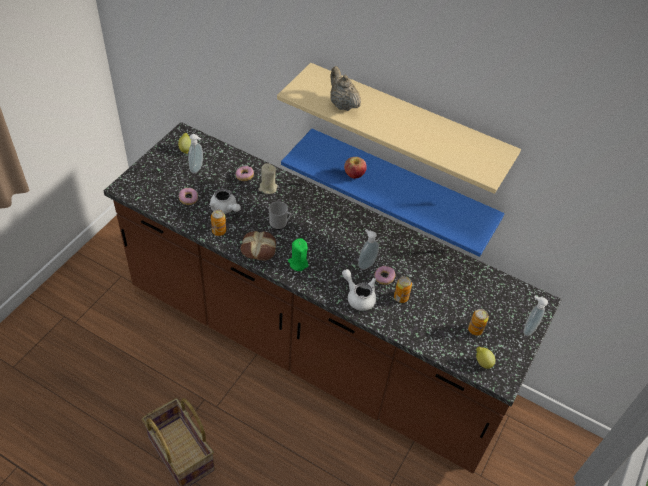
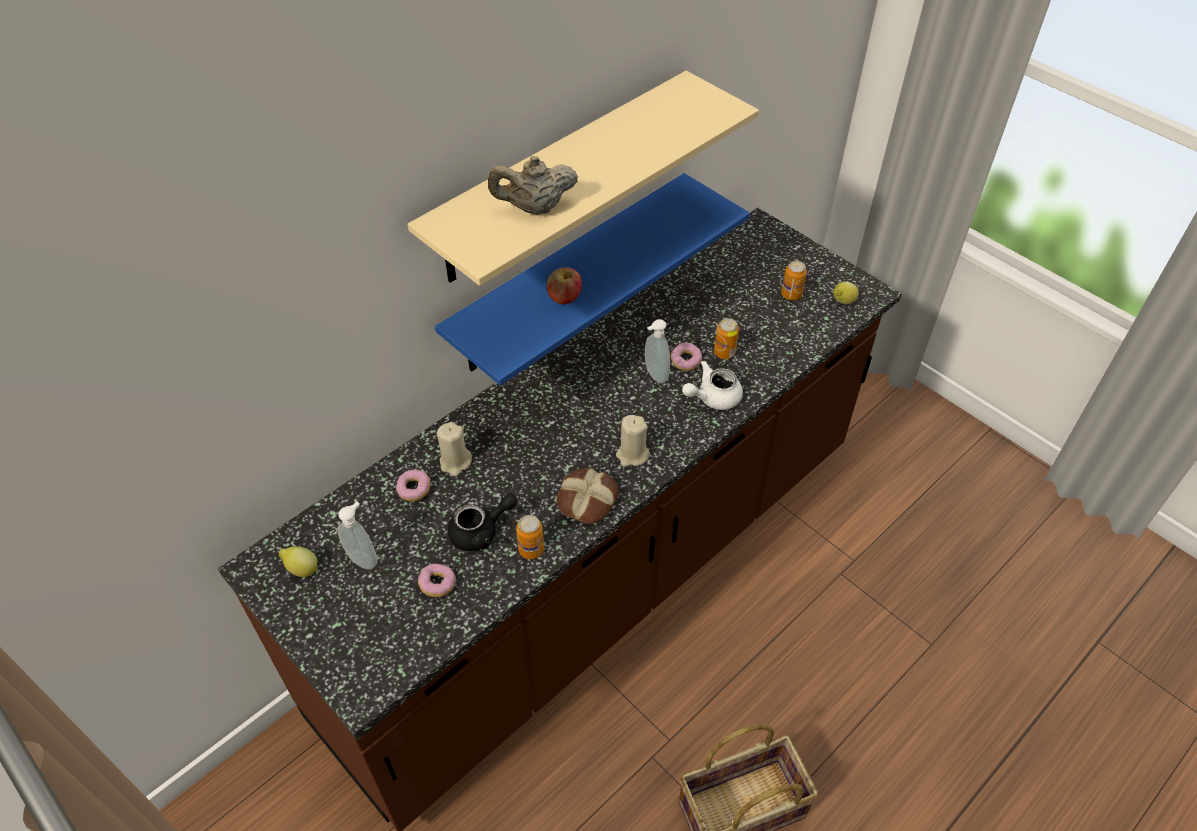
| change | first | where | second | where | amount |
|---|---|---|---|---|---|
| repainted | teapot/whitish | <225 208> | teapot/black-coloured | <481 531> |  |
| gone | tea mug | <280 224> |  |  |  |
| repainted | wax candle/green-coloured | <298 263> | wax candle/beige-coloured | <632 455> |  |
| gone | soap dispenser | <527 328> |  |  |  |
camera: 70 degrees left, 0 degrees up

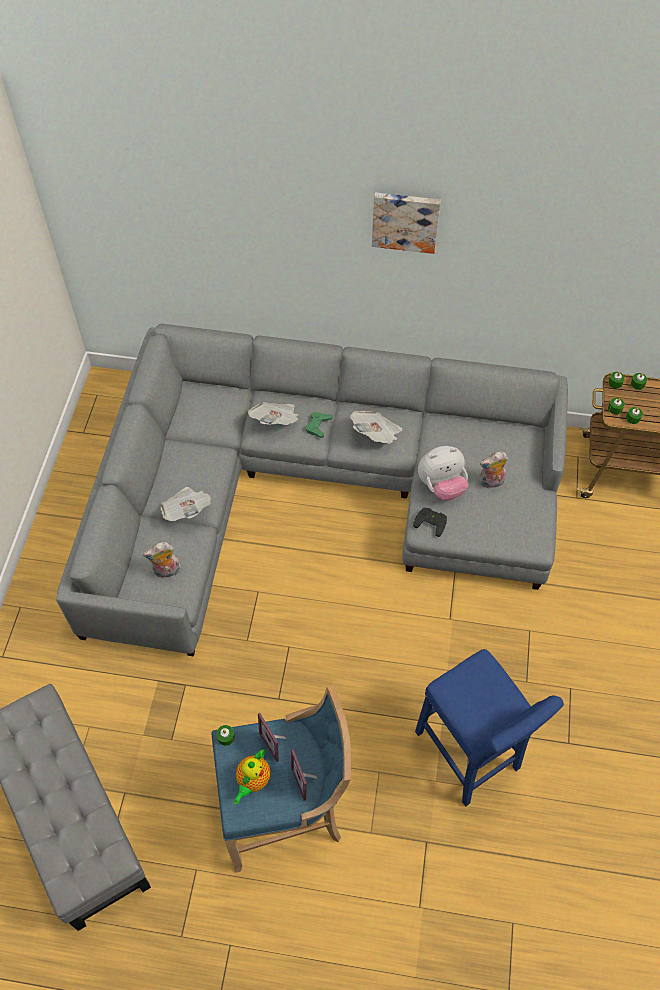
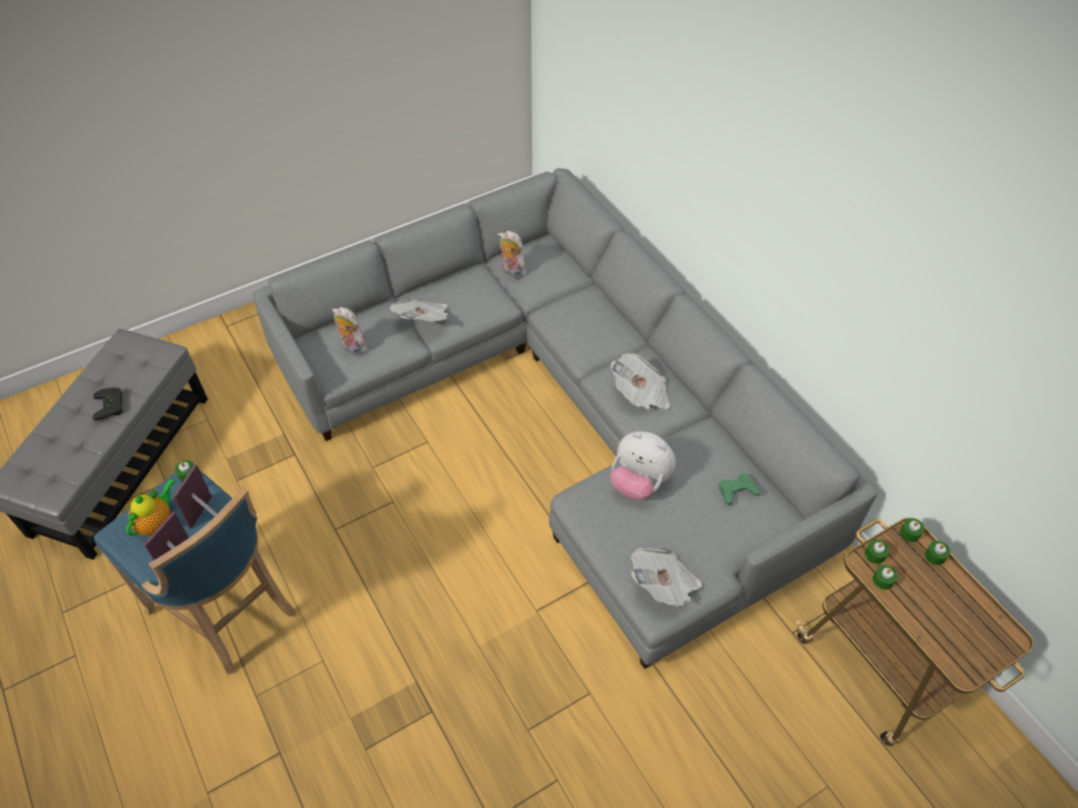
| change | first | where | second | where | amount |
|---|---|---|---|---|---|
| rotated | teapot | <252 781> |  | <157 522> | 135 degrees clockwise |
| shifted | daily paper | <276 421> |  | <664 585> |  |
| shifted | gamepad/green-coloured | <318 426> |  | <737 491> |  |
| gone | picture | <405 221> |  |  |  |
| shifted | gamepad/black-coloured | <431 521> |  | <111 405> |  |
| gone | sitting stool/blue | <469 756> |  |  |  |
| shifted | soft toy | <491 483> |  | <511 272> |  |
camera: 50 degrees right, 5 degrees down

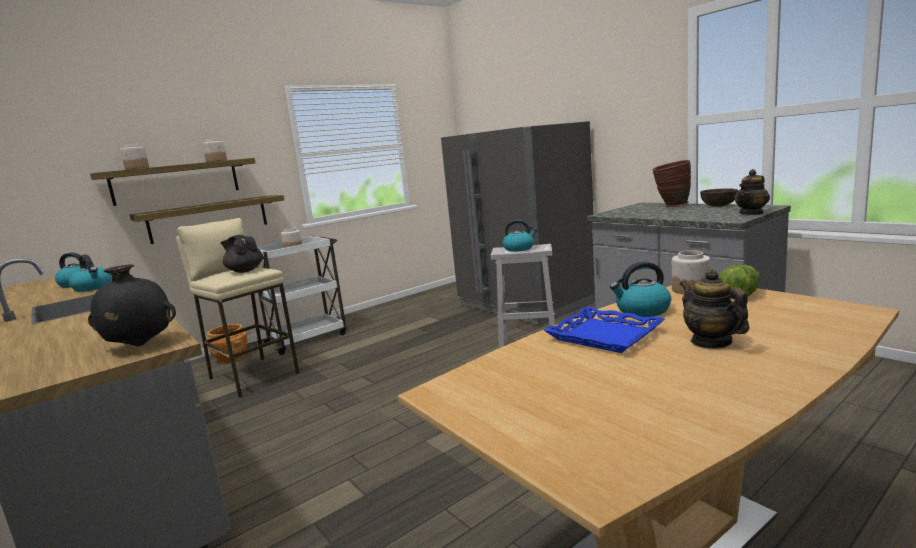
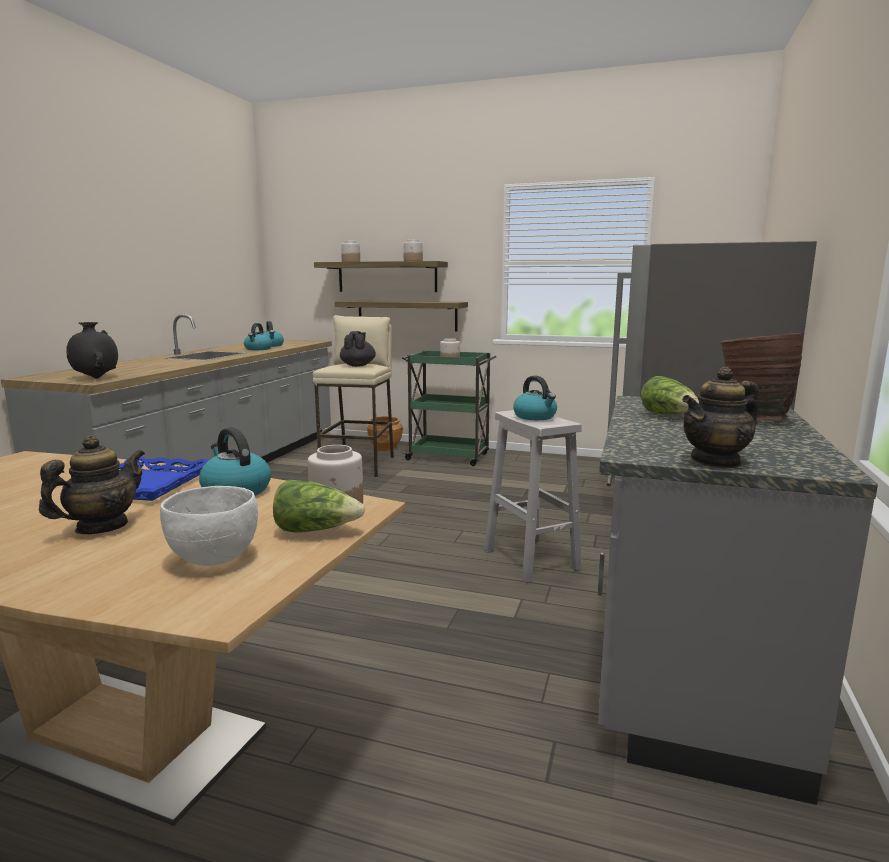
| change | first | where | second | where | amount |
|---|---|---|---|---|---|
| repainted | wheeled cart/whitish | <308 339> | wheeled cart/green-coloured | <449 457> |  |
| gone | serving bowl/brownish | <718 206> |  |  |  |
| rotated | teapot | <751 213> |  | <716 461> | 45 degrees counterclockwise |
| new |  |  | serving bowl/whitish | <215 558> |  |
| new |  |  | lettuce | <669 416> |  |
camera: 55 degrees right, 0 degrees up

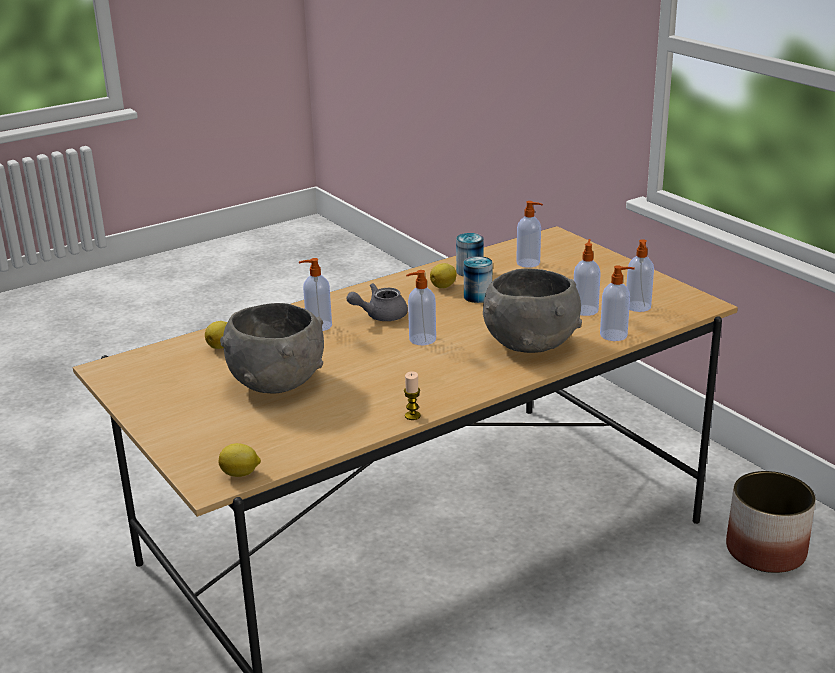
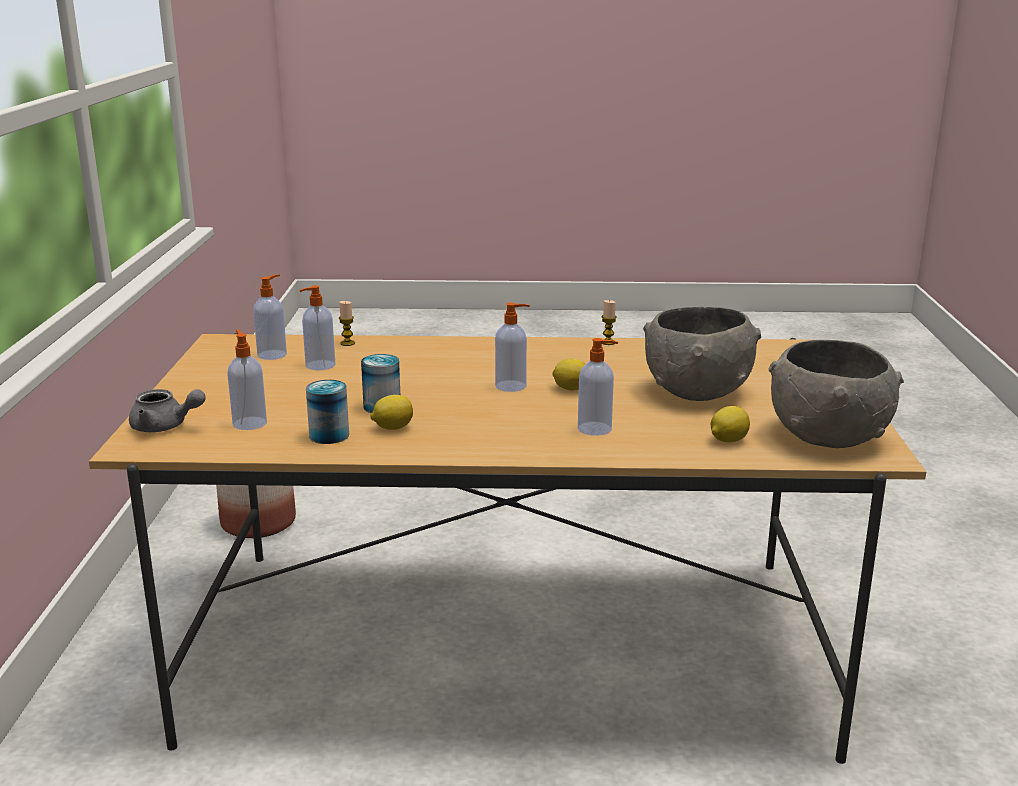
| change | first | where | second | where | amount |
|---|---|---|---|---|---|
| shifted | citrus fruit | <240 474> |  | <570 388> |  |
| shifted | teapot/grey | <380 316> |  | <165 427> |  |
| shifted | serving bowl/grey | <530 344> |  | <828 438> |  |
| swapped | soap dispenser | <614 335> | wax candle | <347 343> |  |
camera: 145 degrees left, 5 degrees down

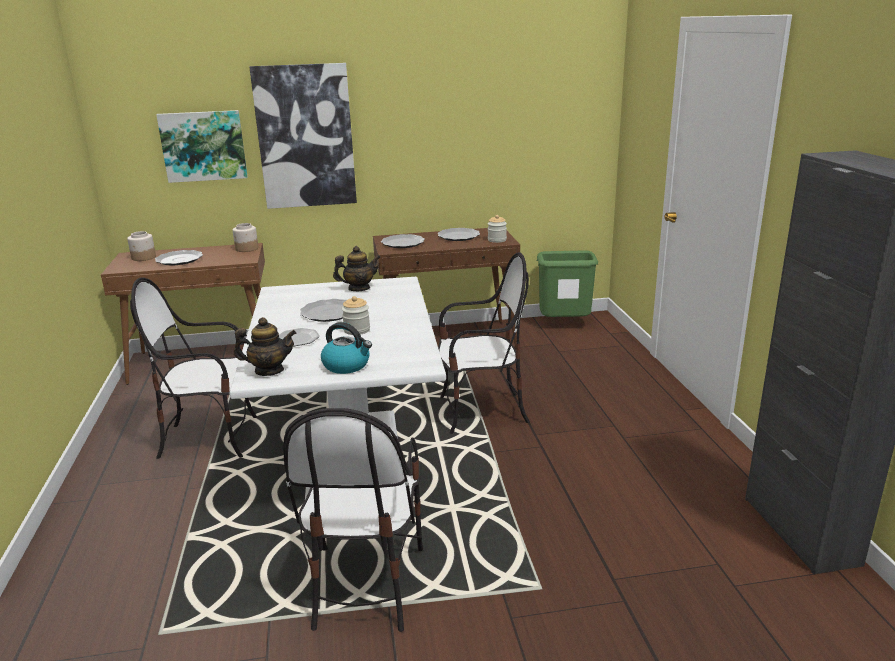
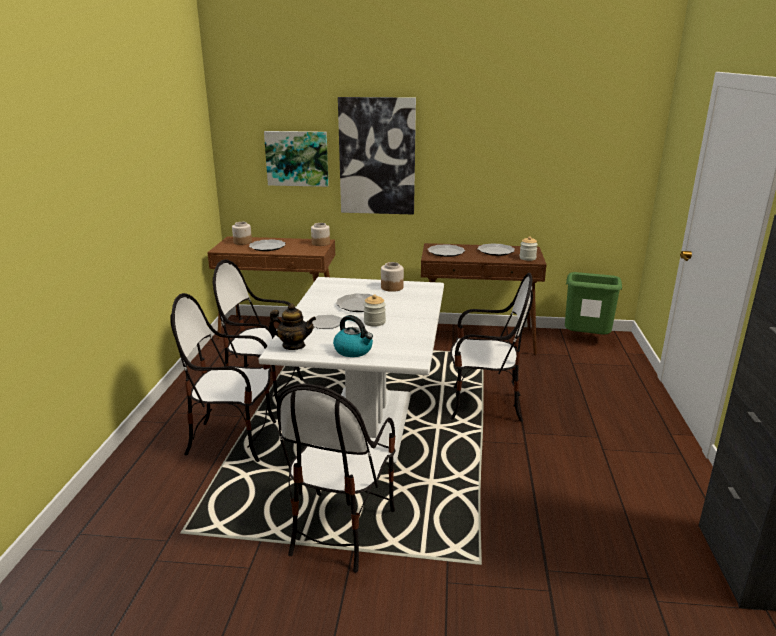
| change | first | where | second | where | amount |
|---|---|---|---|---|---|
| swapped | teapot | <358 288> | storage jar | <391 287> |  |
| new |  |  | chair | <233 439> |  |
camera: 15 degrees right, 0 degrees up

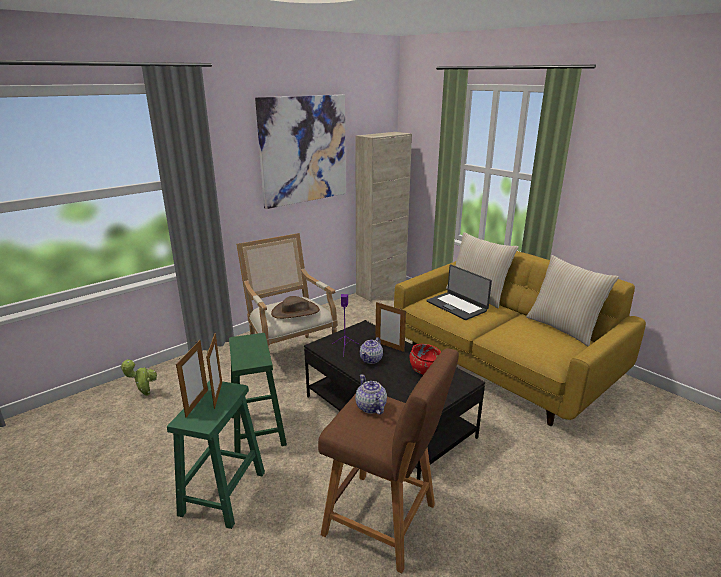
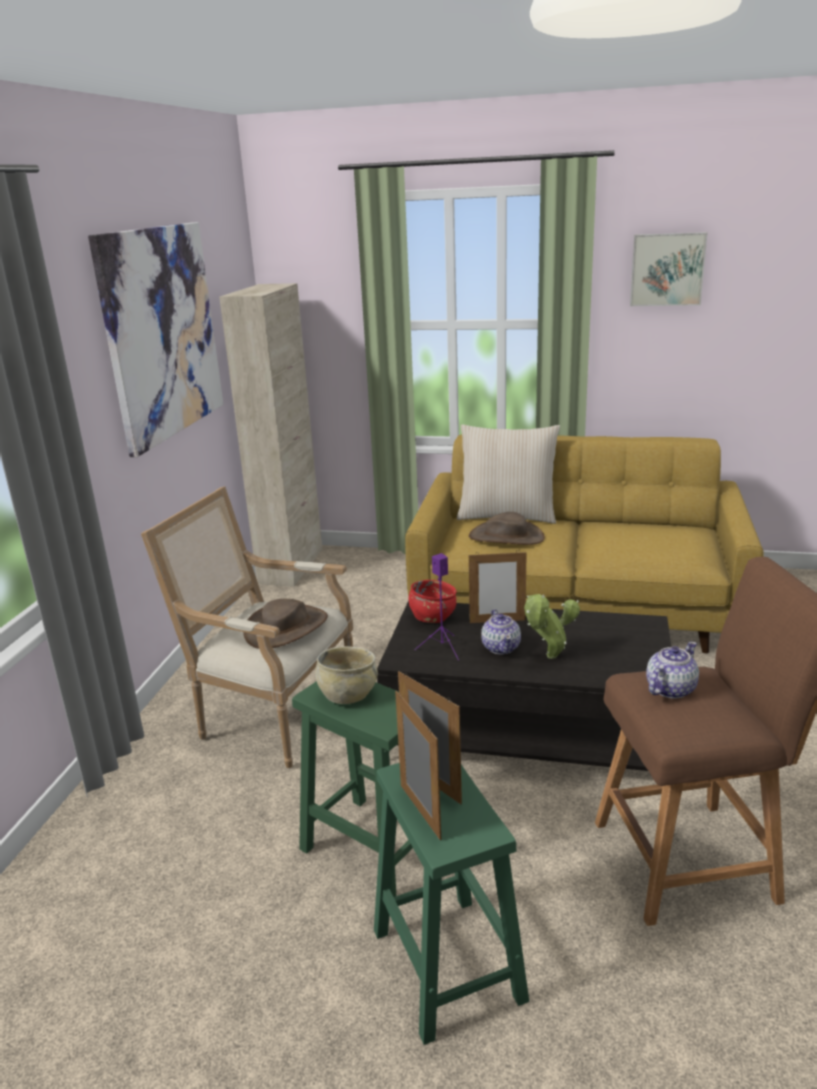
| change | first | where | second | where | amount |
|---|---|---|---|---|---|
| shifted | potted plant | <145 394> |  | <549 658> |  |
| rotated | teapot | <370 407> |  | <669 689> | 105 degrees clockwise |
| shifted | serving bowl/reddish | <424 370> |  | <432 617> |  |
| swapped | laptop | <457 306> | hat/brownish | <506 537> |  |
| gone | pillow/beige-coloured | <563 328> |  |  |  |
| new |  |  | serving bowl/beige-coloured | <348 694> |  |
| new |  |  | picture | <667 269> |  |
camera: 35 degrees left, 0 degrees up

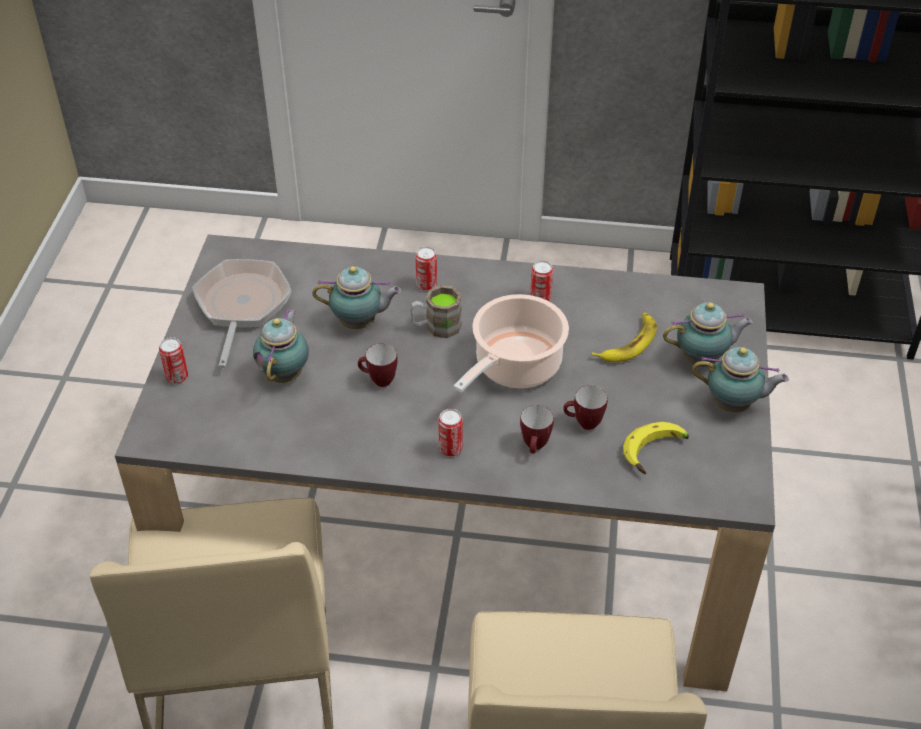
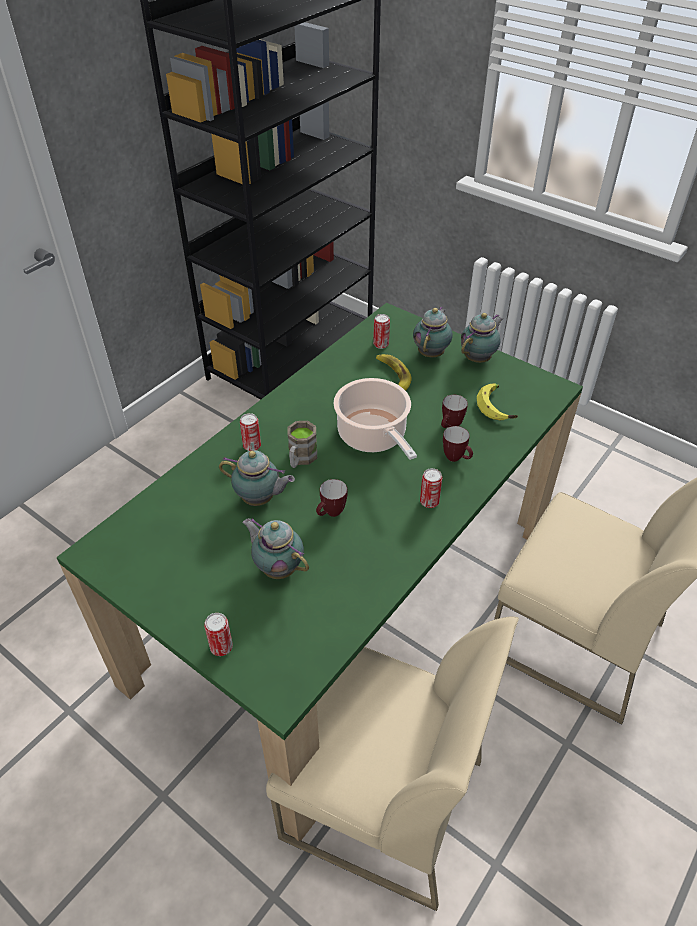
| change | first | where | second | where | amount |
|---|---|---|---|---|---|
| repainted | dinner table/grey | <460 538> | dinner table/green-coloured | <349 598> |  |
| gone | frying pan | <241 307> |  |  |  |
| rotated | teapot | <360 323> |  | <260 499> | 75 degrees clockwise |
| shifted | metal can | <540 299> |  | <381 344> |  |
camera: 60 degrees left, 0 degrees up

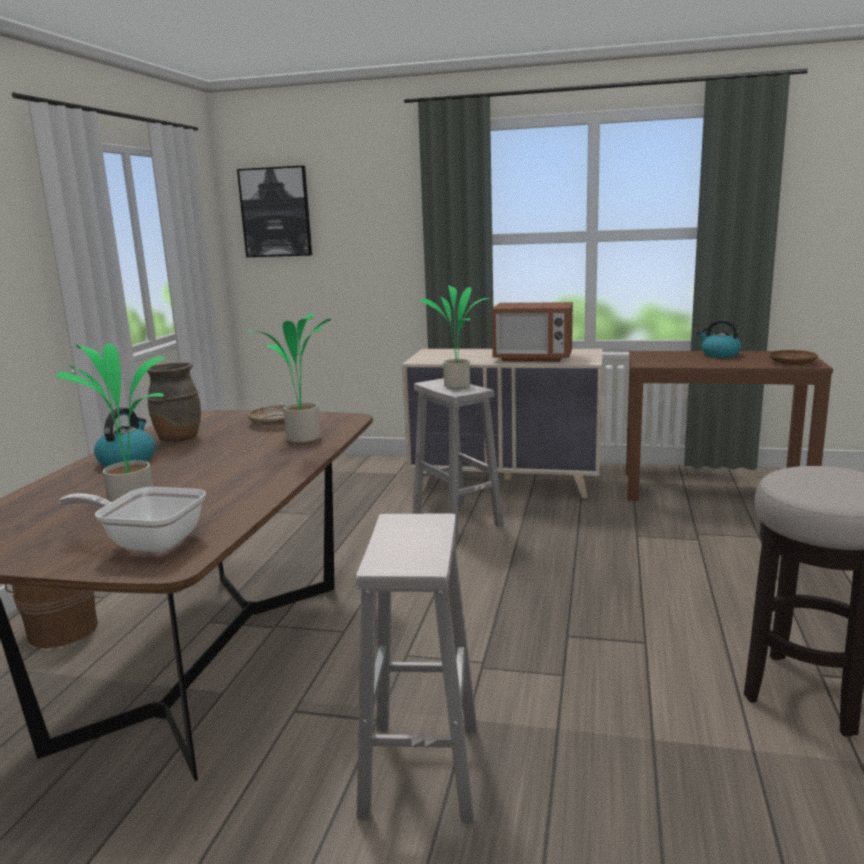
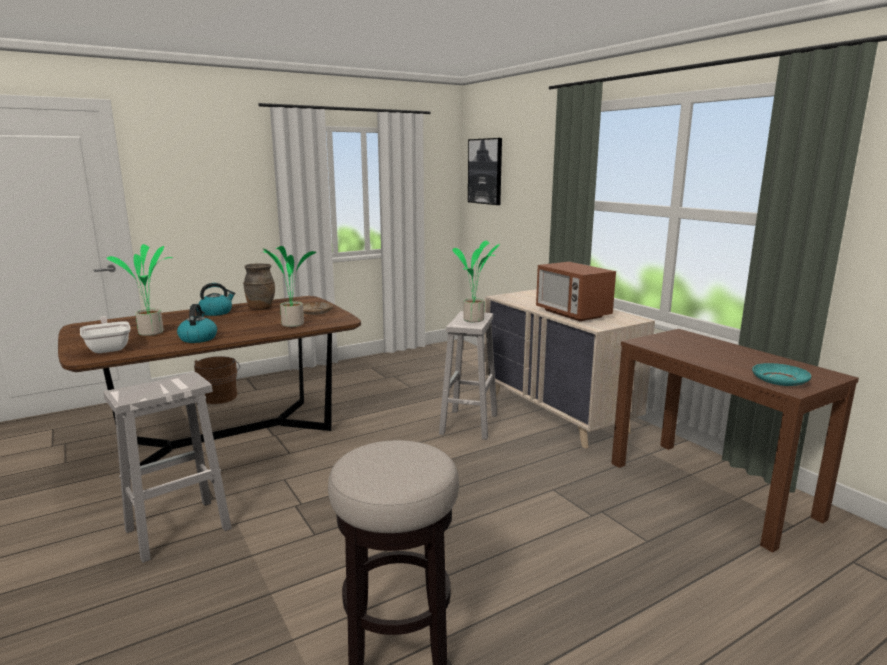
| change | first | where | second | where | amount |
|---|---|---|---|---|---|
| shifted | tea kettle | <719 355> |  | <198 338> |  |
| repainted | dinner plate/brownish | <792 363> | dinner plate/blue-green | <780 381> |  |
camera: 45 degrees right, 0 degrees up

